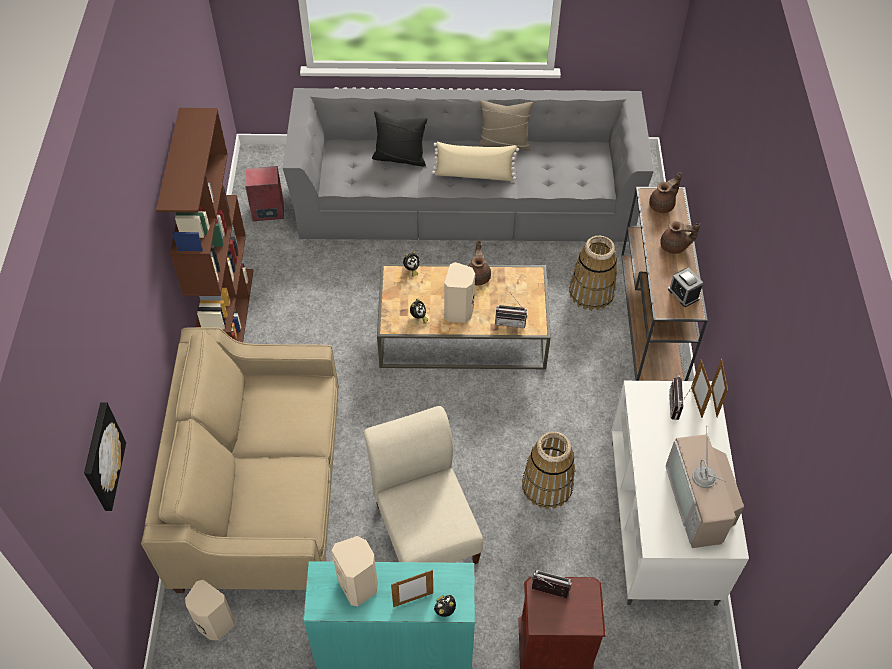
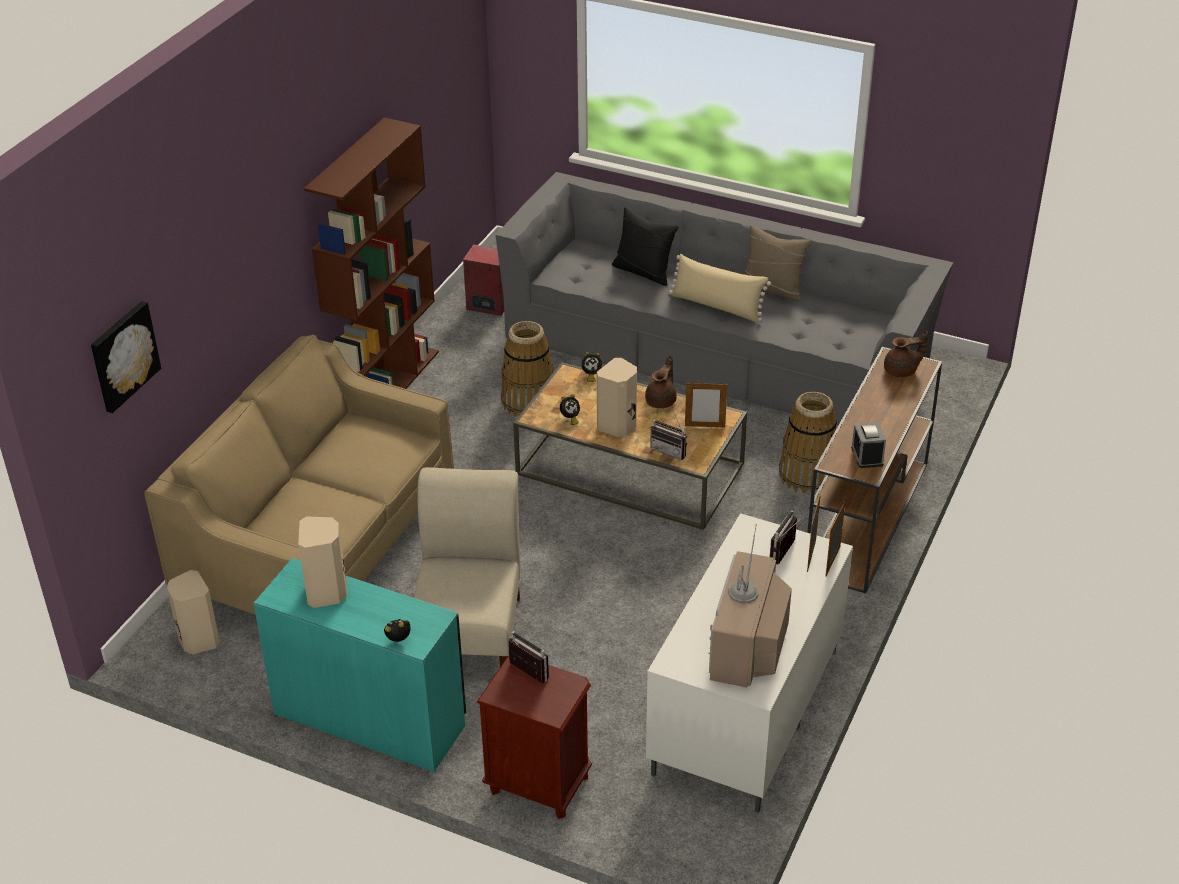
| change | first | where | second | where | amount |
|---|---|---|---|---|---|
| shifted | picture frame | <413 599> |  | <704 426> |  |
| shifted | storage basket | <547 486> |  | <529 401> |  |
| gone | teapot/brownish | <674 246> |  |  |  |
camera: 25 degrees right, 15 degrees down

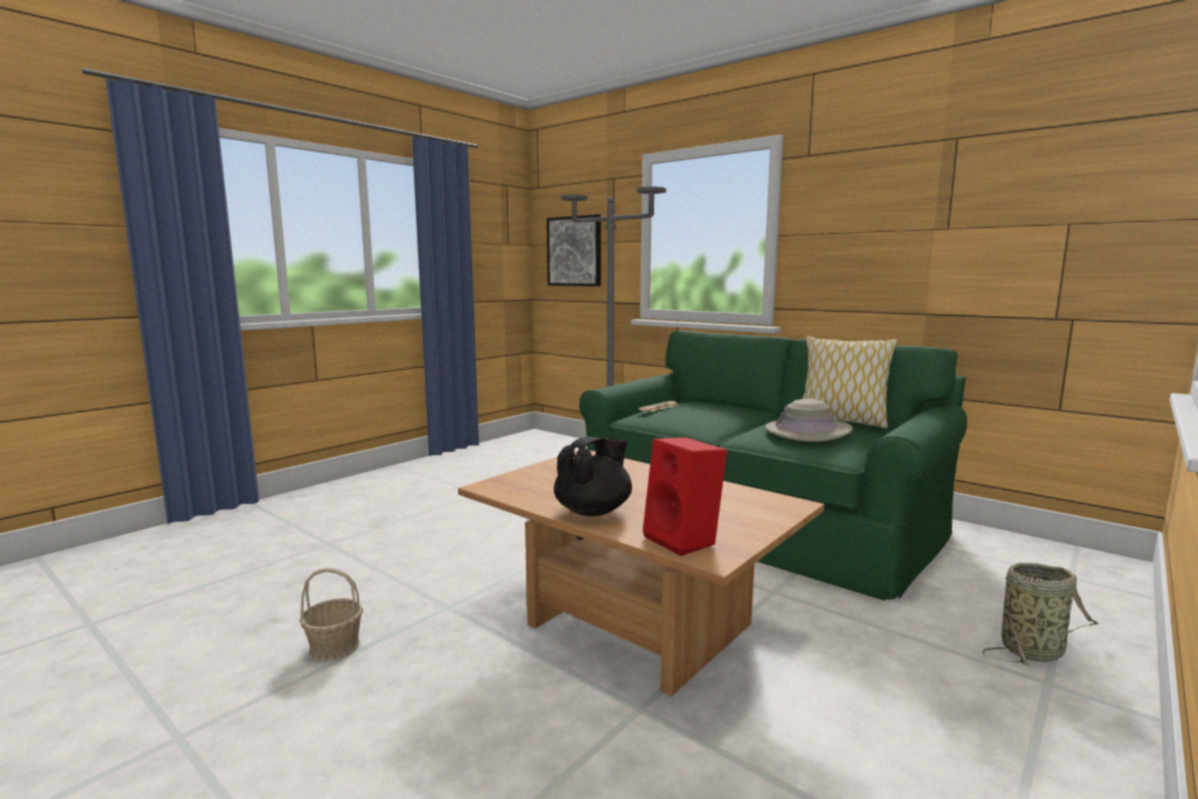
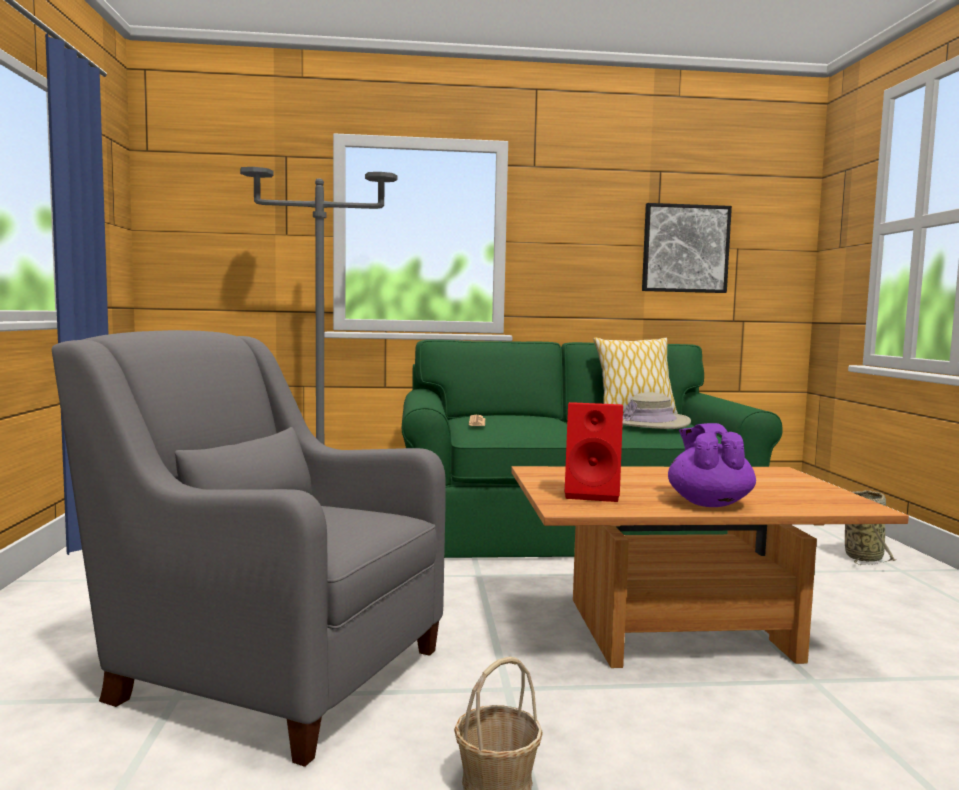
| change | first | where | second | where | amount |
|---|---|---|---|---|---|
| shifted | picture | <574 251> |  | <685 248> |  |
| repainted | teapot/black-coloured | <594 511> | teapot/purplish | <708 503> |  |
| shifted | loudspeaker/reddish | <685 540> |  | <594 494> |  |
| new |  |  | lounge chair/grey | <267 670> |  |
camera: 45 degrees left, 5 degrees down

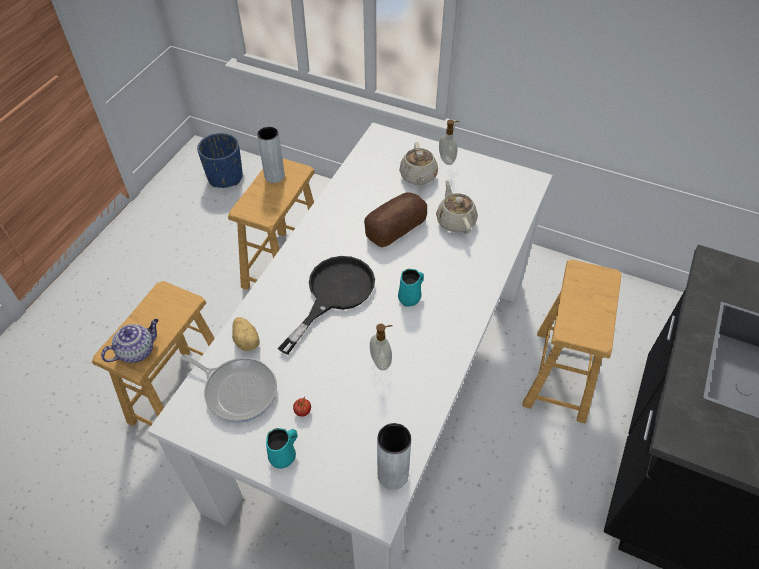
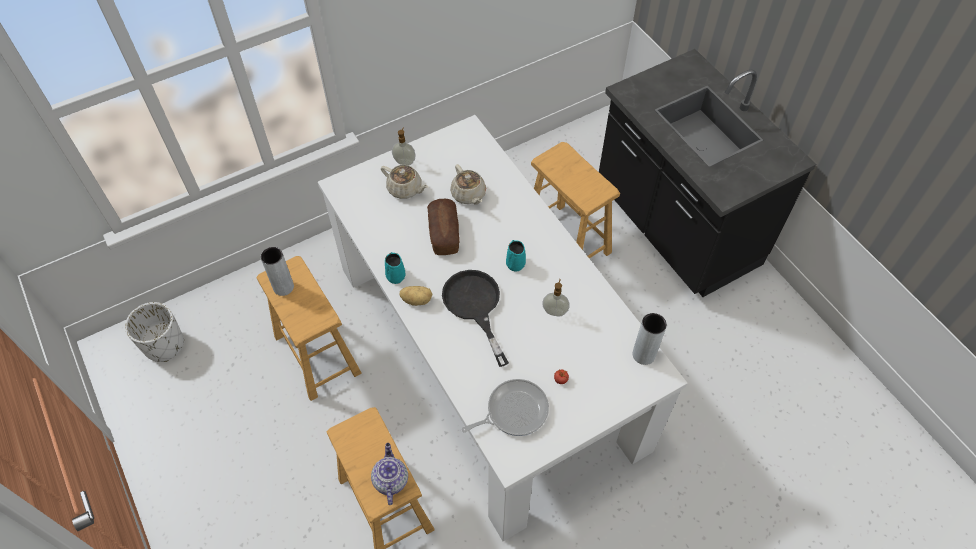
| change | first | where | second | where | amount |
|---|---|---|---|---|---|
| repainted | planter/blue | <225 177> | planter/whitish | <164 344> |  |
| shifted | whole potato | <247 341> |  | <417 299> |  |
| shifted | tea mug/blue-green | <284 456> |  | <395 275> |  |
| rotated | teapot/beige-coloured | <455 220> |  | <468 195> | 135 degrees counterclockwise |
camera: 55 degrees left, 5 degrees up

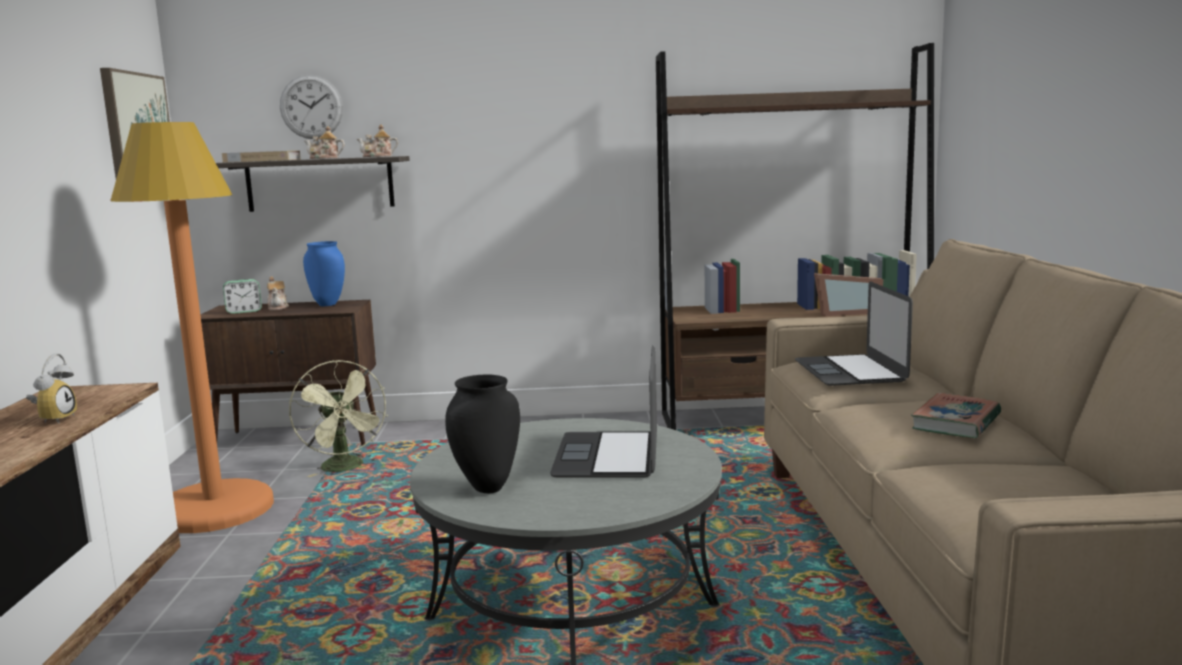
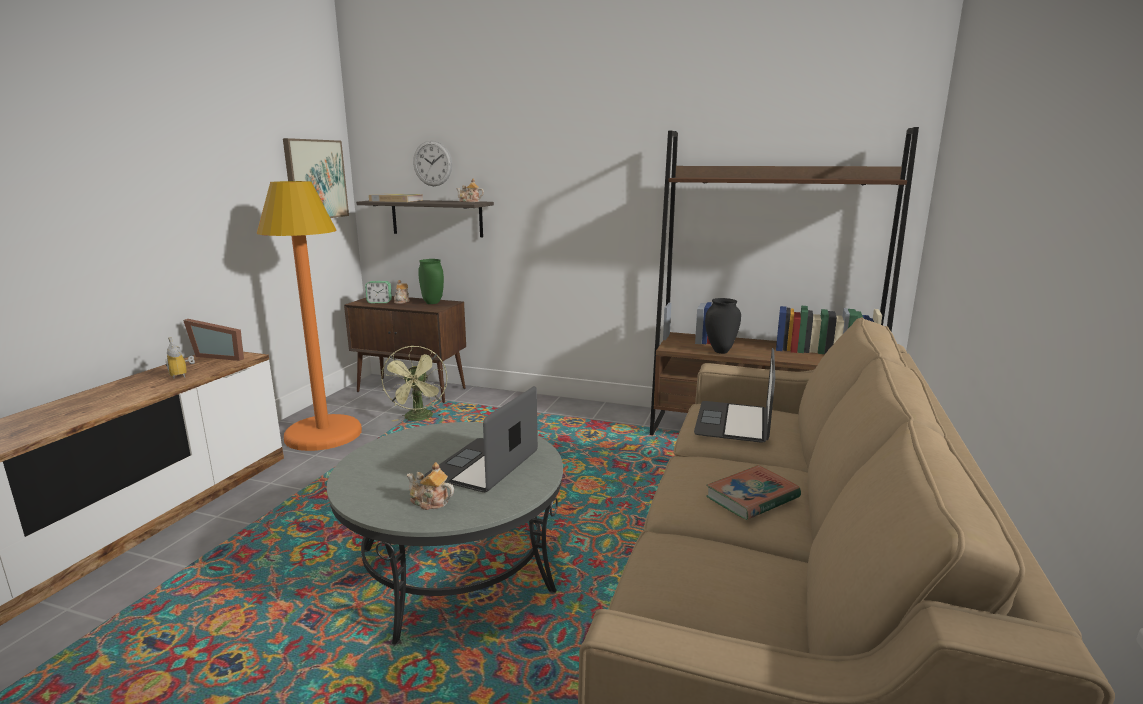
| change | first | where | second | where | amount |
|---|---|---|---|---|---|
| rotated | bedside clock | <54 419> |  | <183 375> | 120 degrees clockwise |
| repainted | vase/blue | <327 305> | vase/green-coloured | <432 303> |  |
| shifted | teapot | <325 158> |  | <430 502> |  |
| shifted | vase/black-coloured | <487 487> |  | <720 351> |  |
| shifted | picture frame | <845 313> |  | <221 356> |  |
camera: 20 degrees right, 5 degrees up

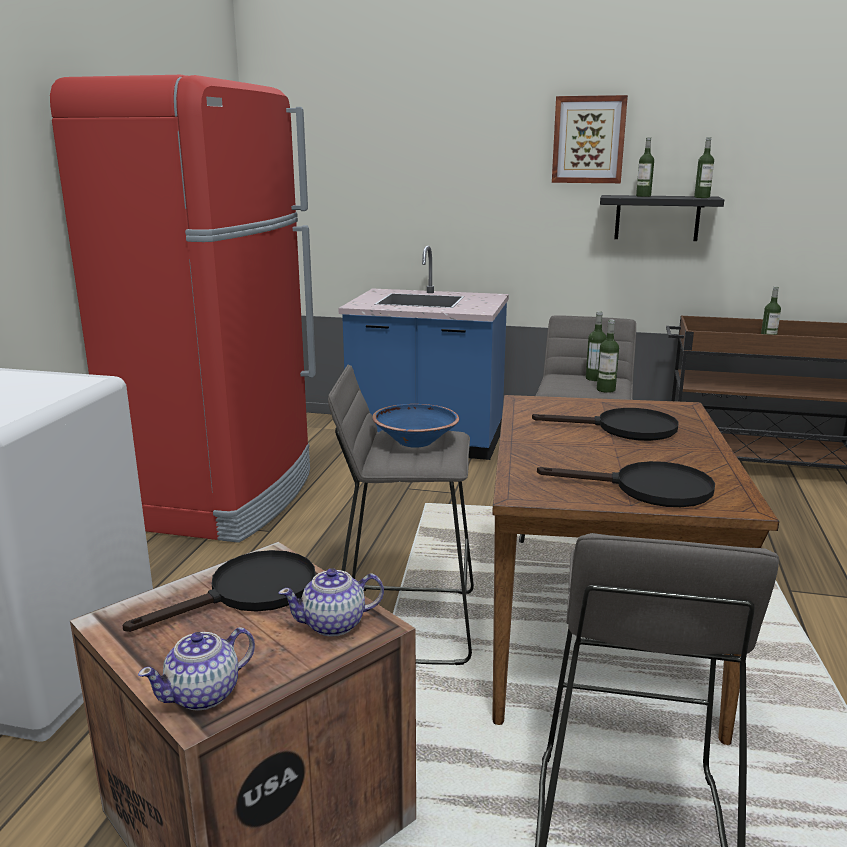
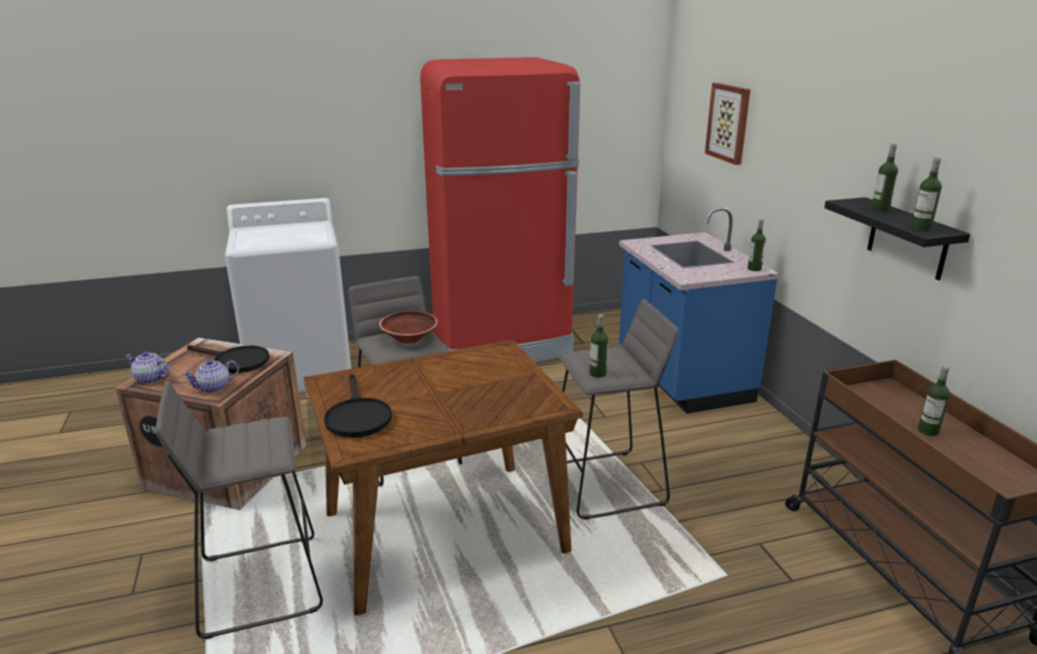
| change | first | where | second | where | amount |
|---|---|---|---|---|---|
| rotated | teapot | <334 624> |  | <214 387> | 75 degrees counterclockwise |
| repainted | serving bowl/blue | <415 441> | serving bowl/brownish | <409 338> |  |
| gone | frying pan/black-coloured | <624 429> |  |  |  |
| shifted | picture | <588 140> |  | <729 123> |  |
| shifted | drink bottle | <594 378> |  | <754 269> |  |
camera: 60 degrees right, 5 degrees up

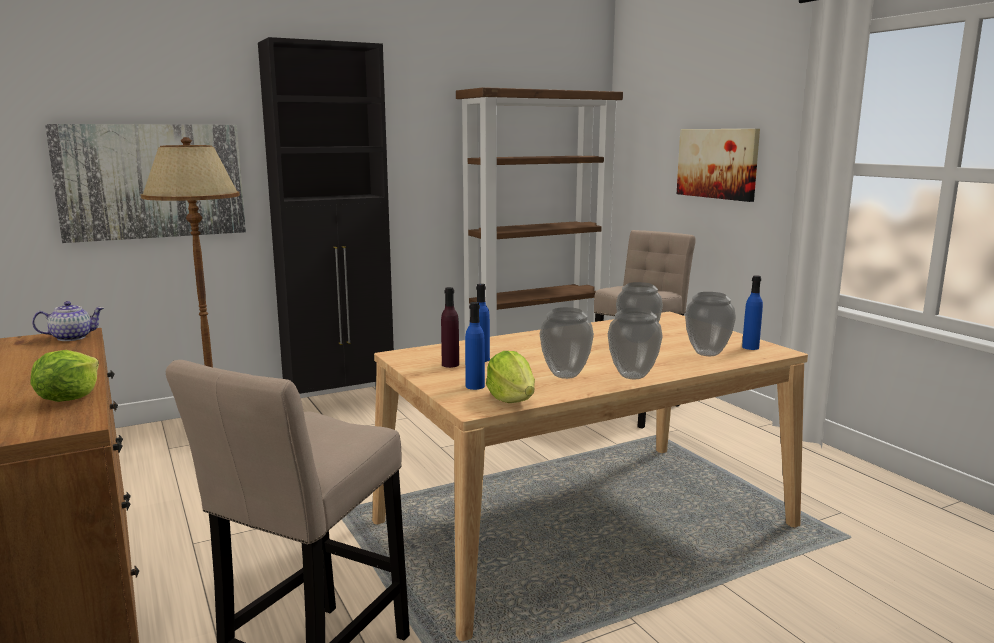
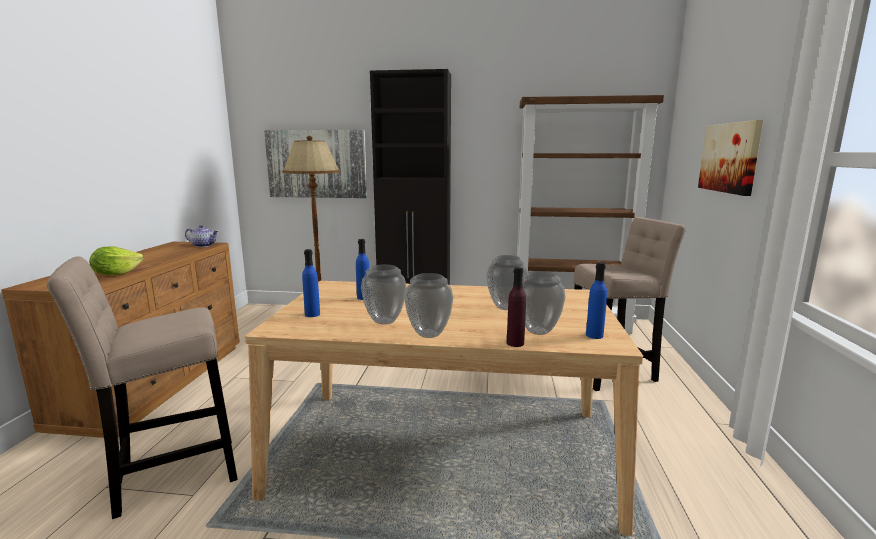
| change | first | where | second | where | amount |
|---|---|---|---|---|---|
| shifted | drink bottle/purplish | <450 364> |  | <515 343> |  |
| gone | lettuce | <511 399> |  |  |  |
camera: 35 degrees right, 0 degrees up

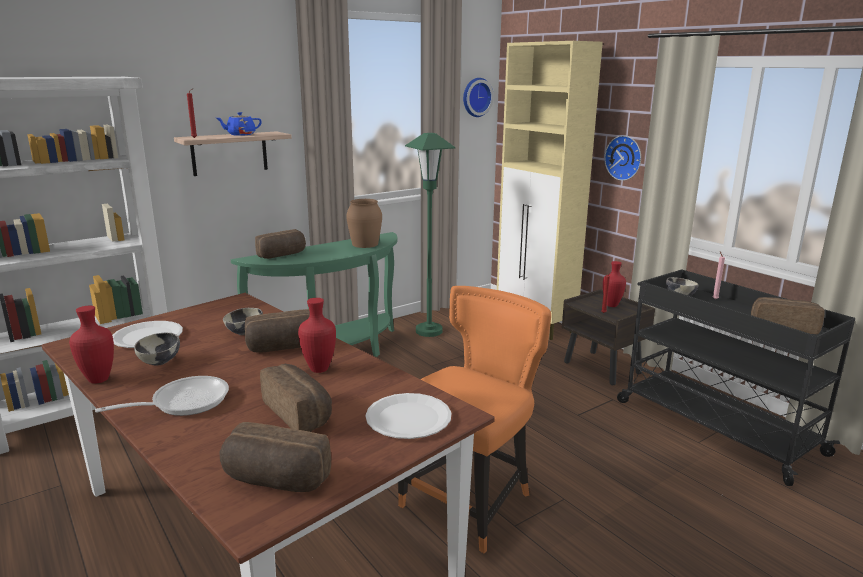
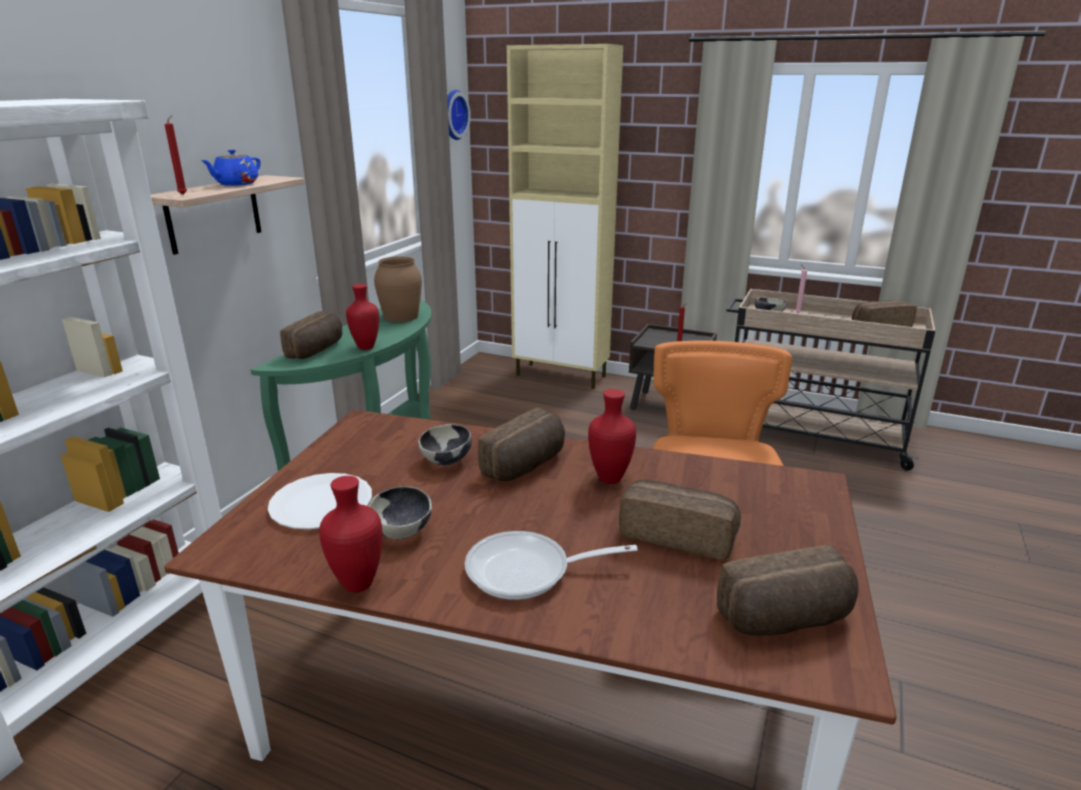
| change | first | where | second | where | amount |
|---|---|---|---|---|---|
| rotated | frying pan | <183 402> |  | <527 571> | 120 degrees counterclockwise |
| gone | dinner plate/whitish | <408 418> |  |  |  |
| gone | floor lamp/green-coloured | <429 331> |  |  |  |
| shifted | vase/reddish | <612 305> |  | <366 347> |  |
| gone | wall clock | <624 157> |  |  |  |
| repainted | wheeled cart/black-coloured | <714 426> | wheeled cart/beige-coloured | <809 435> |  |
camera: 30 degrees left, 5 degrees up

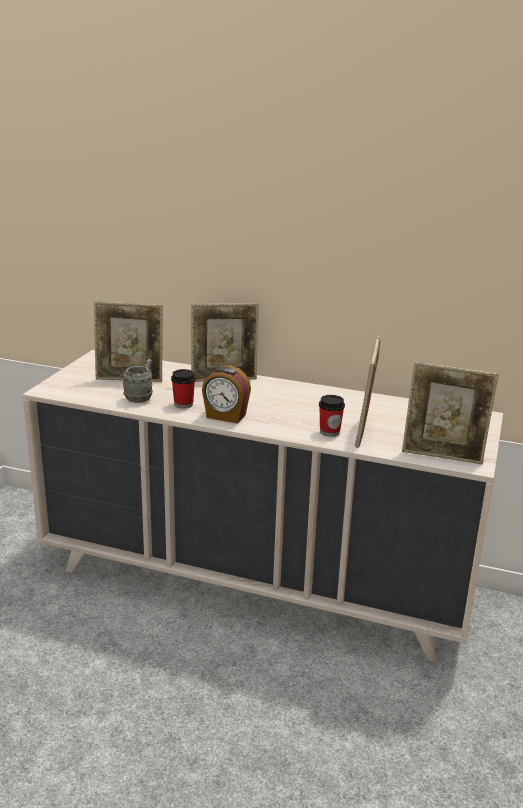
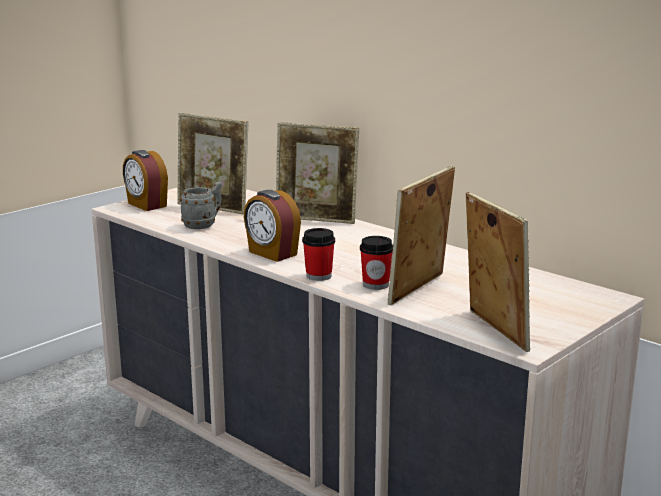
| change | first | where | second | where | amount |
|---|---|---|---|---|---|
| shifted | small cup | <183 404> |  | <318 276> |  |
| rotated | picture frame | <442 456> |  | <493 330> | 150 degrees counterclockwise |
| new |  |  | bedside clock | <146 205> |  |
camera: 25 degrees right, 5 degrees down

